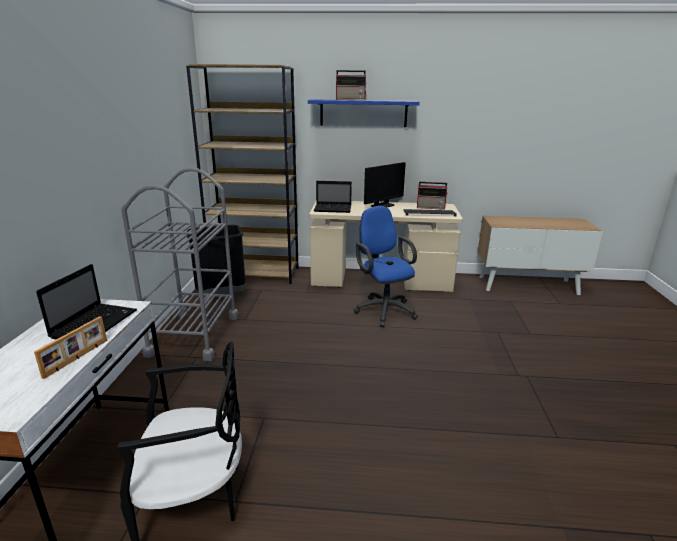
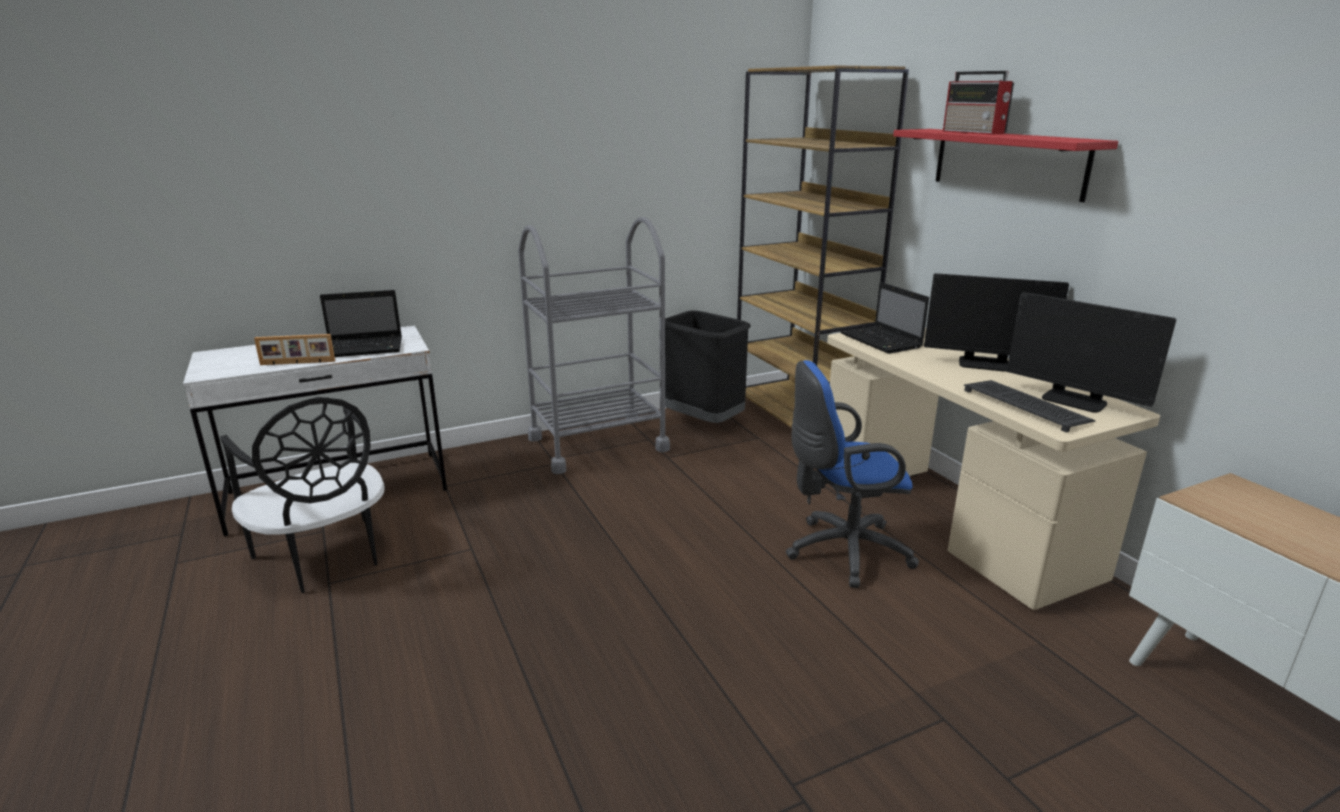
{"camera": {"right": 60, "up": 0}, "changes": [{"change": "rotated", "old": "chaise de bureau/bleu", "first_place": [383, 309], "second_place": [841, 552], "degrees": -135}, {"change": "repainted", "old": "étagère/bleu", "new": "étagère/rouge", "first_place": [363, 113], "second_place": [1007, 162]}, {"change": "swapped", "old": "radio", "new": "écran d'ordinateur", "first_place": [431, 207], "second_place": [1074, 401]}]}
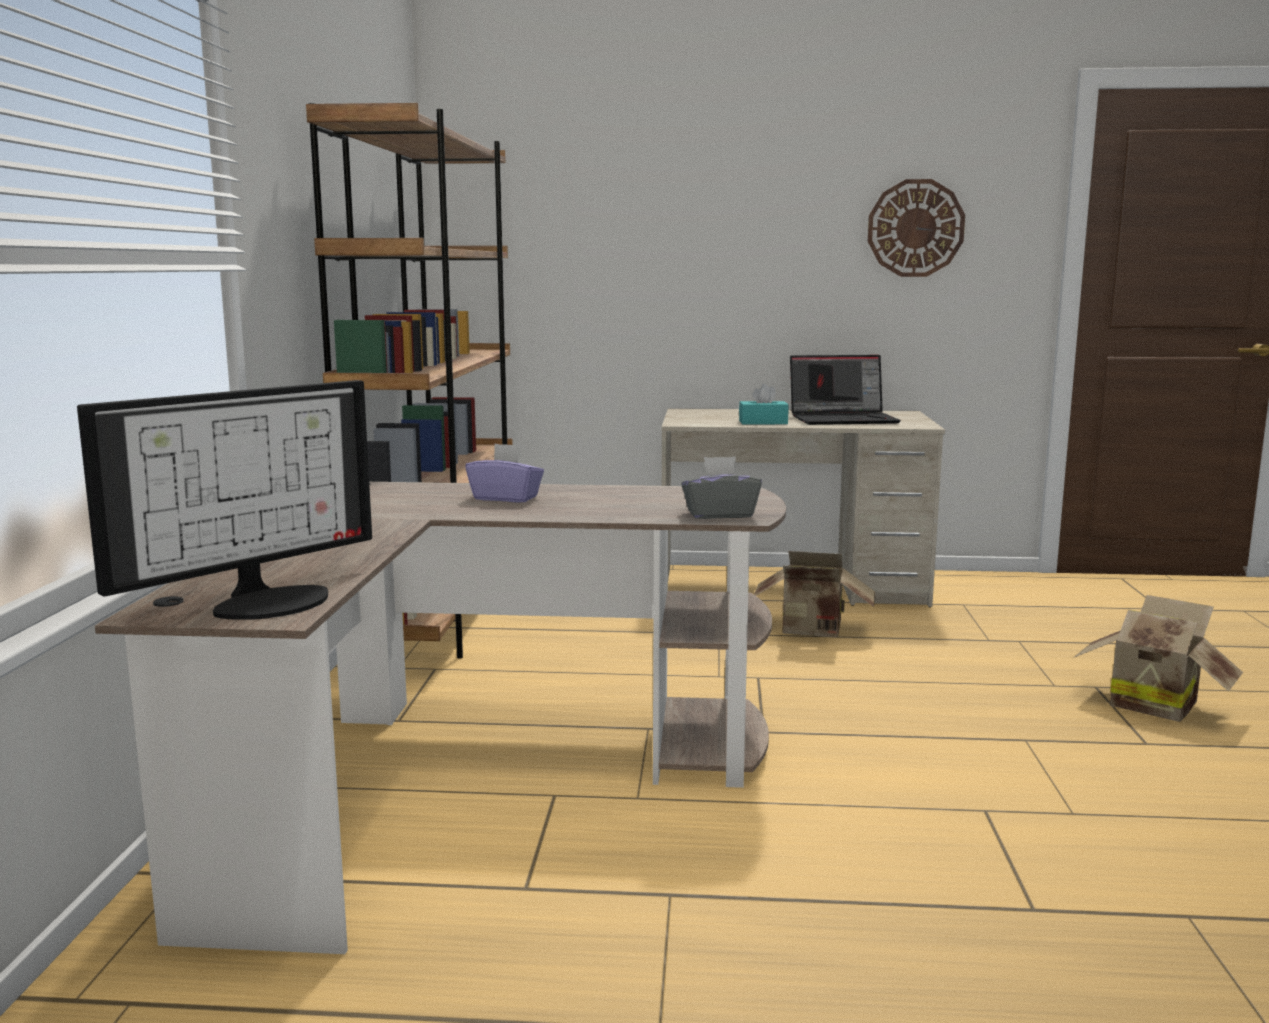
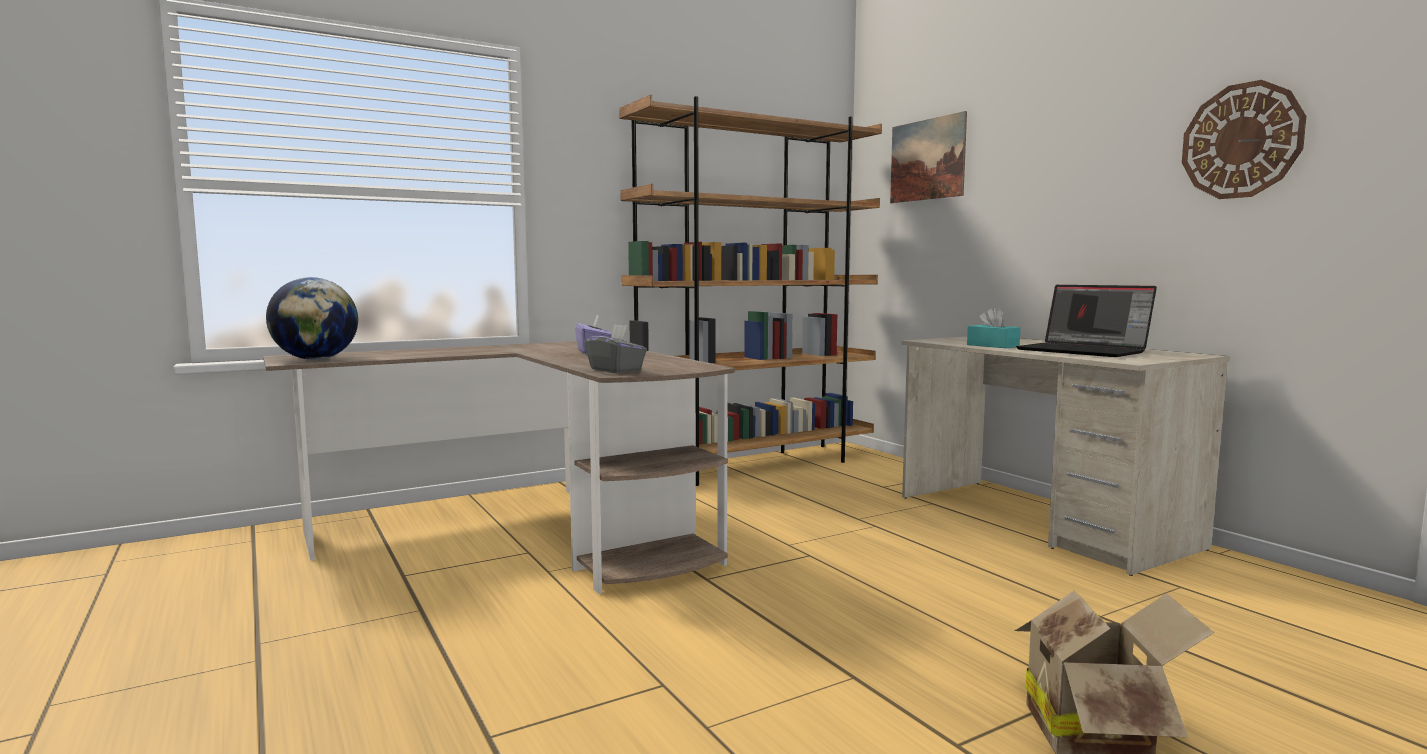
{"camera": {"right": 55, "up": -5}, "changes": [{"change": "swapped", "old": "écran d'ordinateur", "new": "globe", "first_place": [268, 600], "second_place": [316, 359]}, {"change": "new", "new": "tableau", "second_place": [927, 159]}, {"change": "gone", "old": "carton", "first_place": [813, 631]}]}
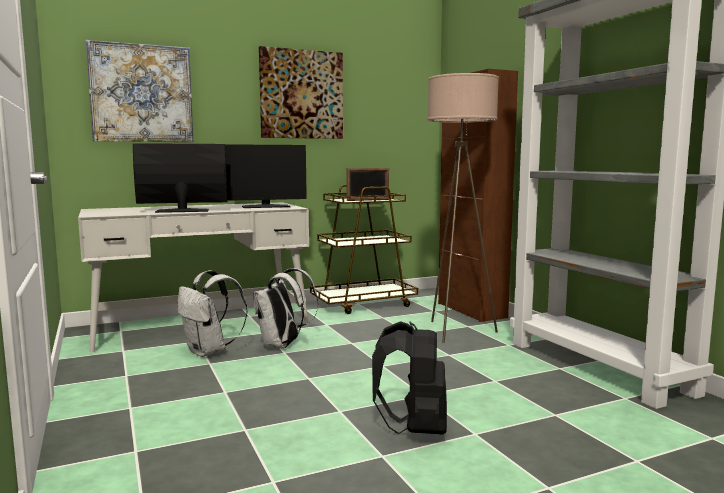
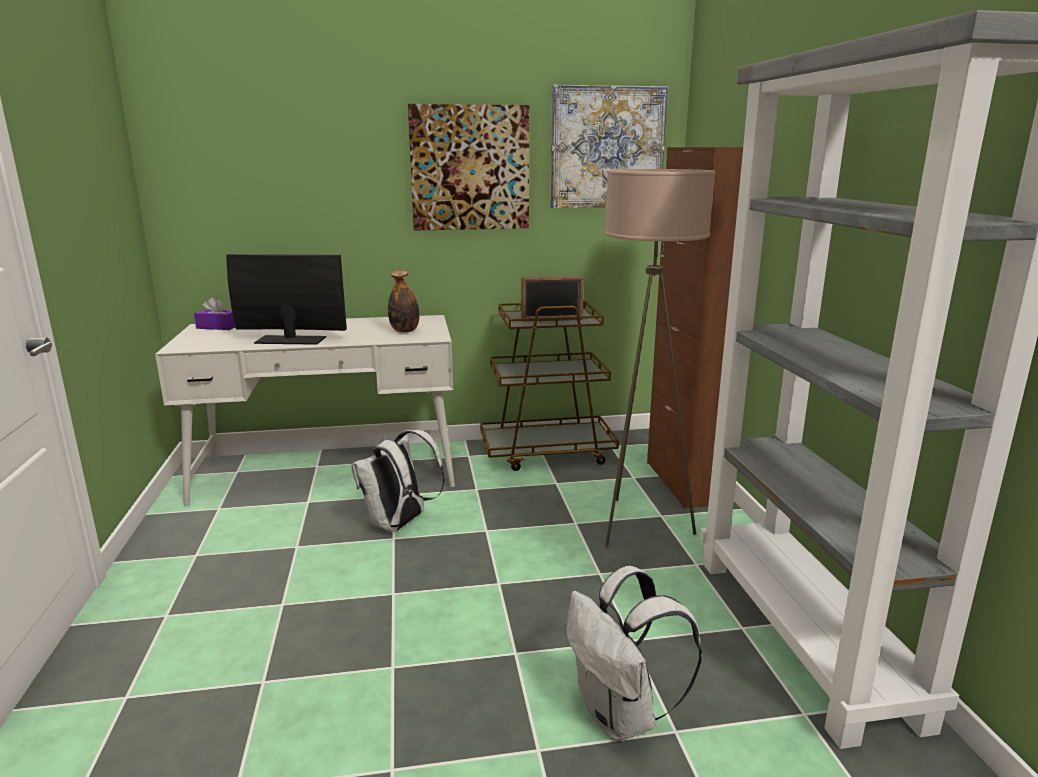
{"camera": {"right": 15, "up": 10}, "changes": [{"change": "new", "new": "boîte à mouchoirs/violet", "second_place": [218, 327]}, {"change": "swapped", "old": "écran d'ordinateur", "new": "bouteille", "first_place": [266, 206], "second_place": [404, 331]}, {"change": "shifted", "old": "tableau", "first_place": [141, 93], "second_place": [607, 147]}, {"change": "shifted", "old": "sac à dos/blanc", "first_place": [209, 351], "second_place": [621, 716]}, {"change": "gone", "old": "sac à dos/noir", "first_place": [415, 429]}]}
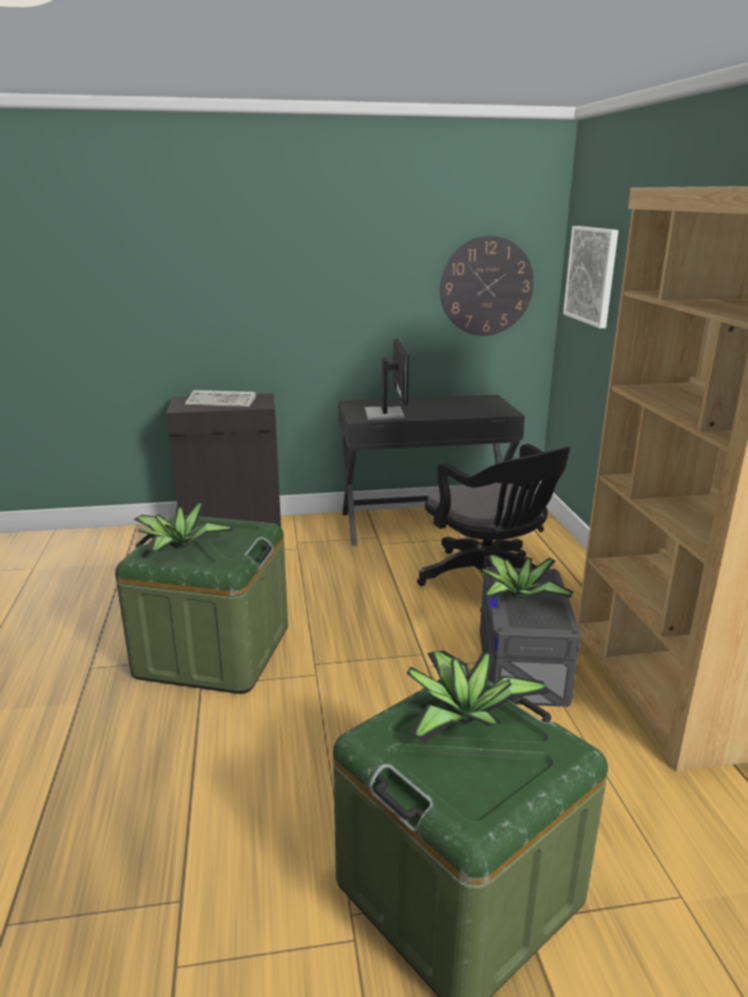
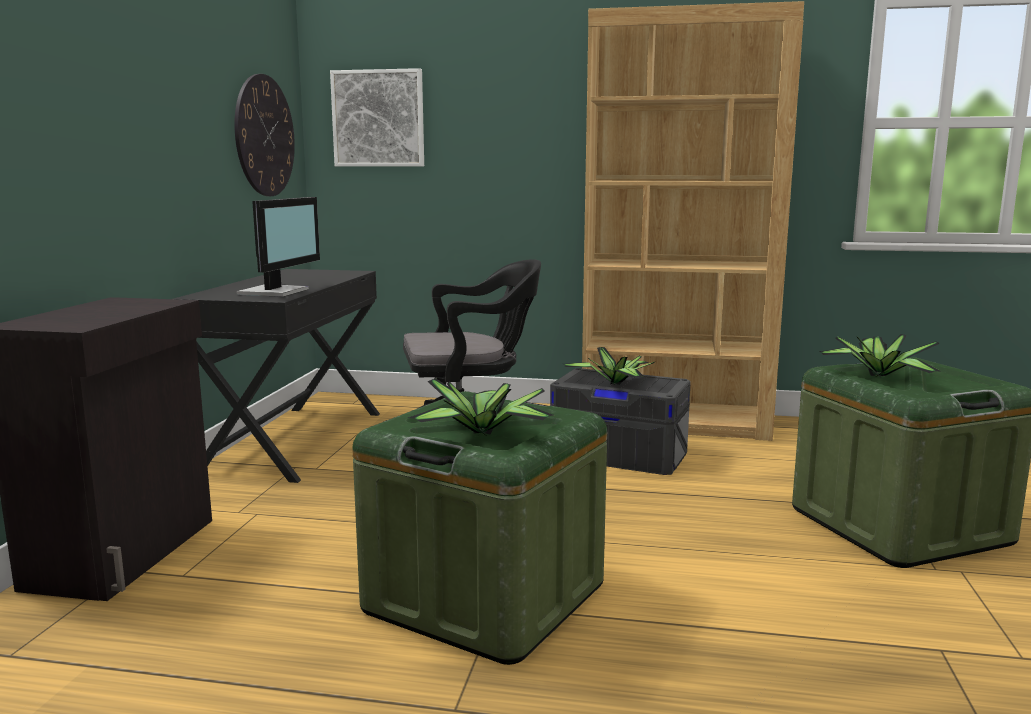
{"camera": {"right": -70, "up": -10}, "changes": [{"change": "rotated", "old": "écran d'ordinateur", "first_place": [386, 413], "second_place": [276, 292], "degrees": 90}, {"change": "gone", "old": "clavier", "first_place": [223, 402]}]}
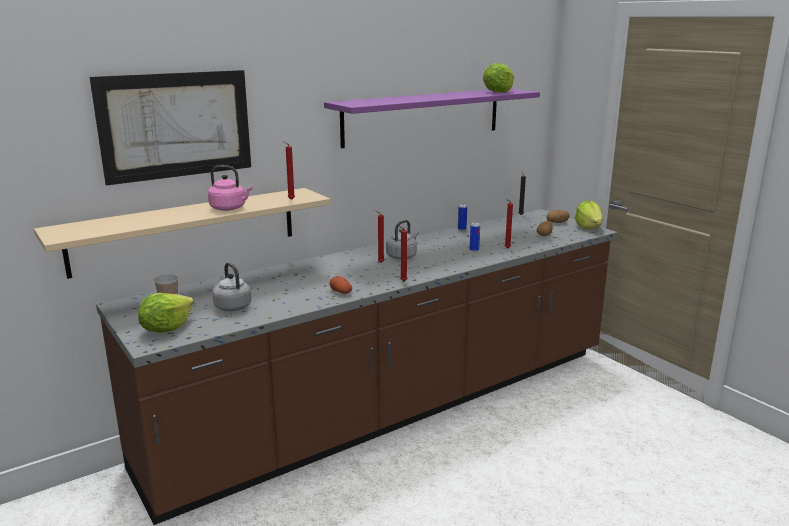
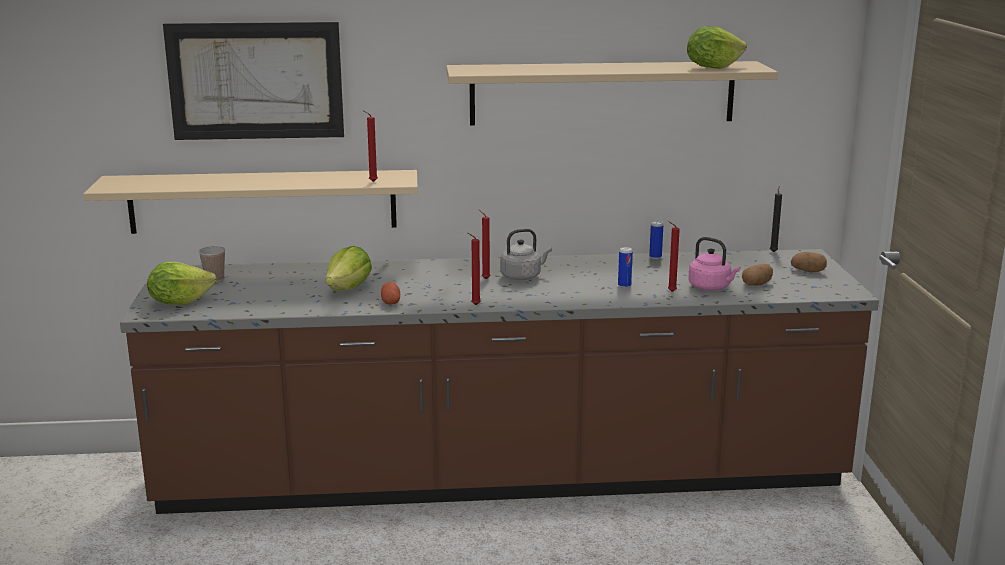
{"camera": {"right": 30, "up": 0}, "changes": [{"change": "shifted", "old": "laitue", "first_place": [588, 227], "second_place": [349, 288]}, {"change": "repainted", "old": "étagère/violet", "new": "étagère/beige", "first_place": [423, 116], "second_place": [602, 93]}, {"change": "shifted", "old": "bouilloire/rose", "first_place": [230, 208], "second_place": [711, 287]}, {"change": "gone", "old": "bouilloire/gris", "first_place": [232, 306]}]}
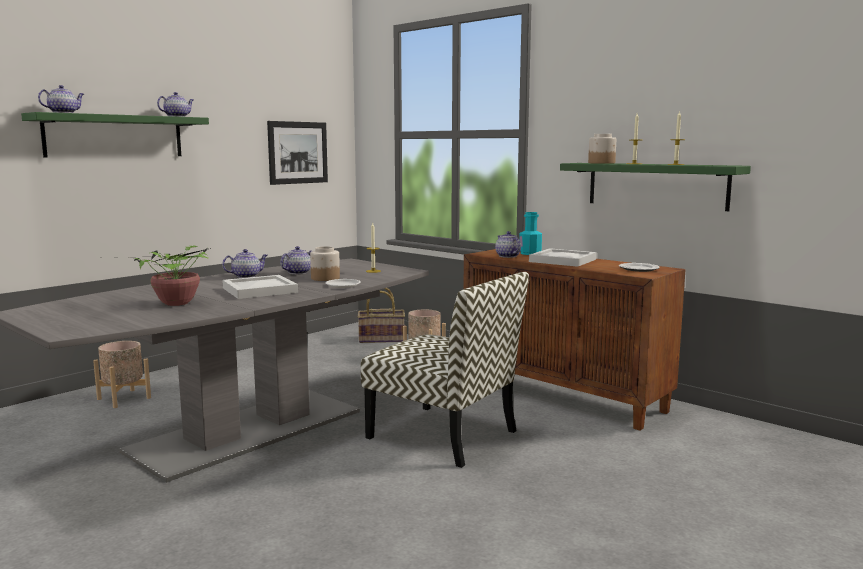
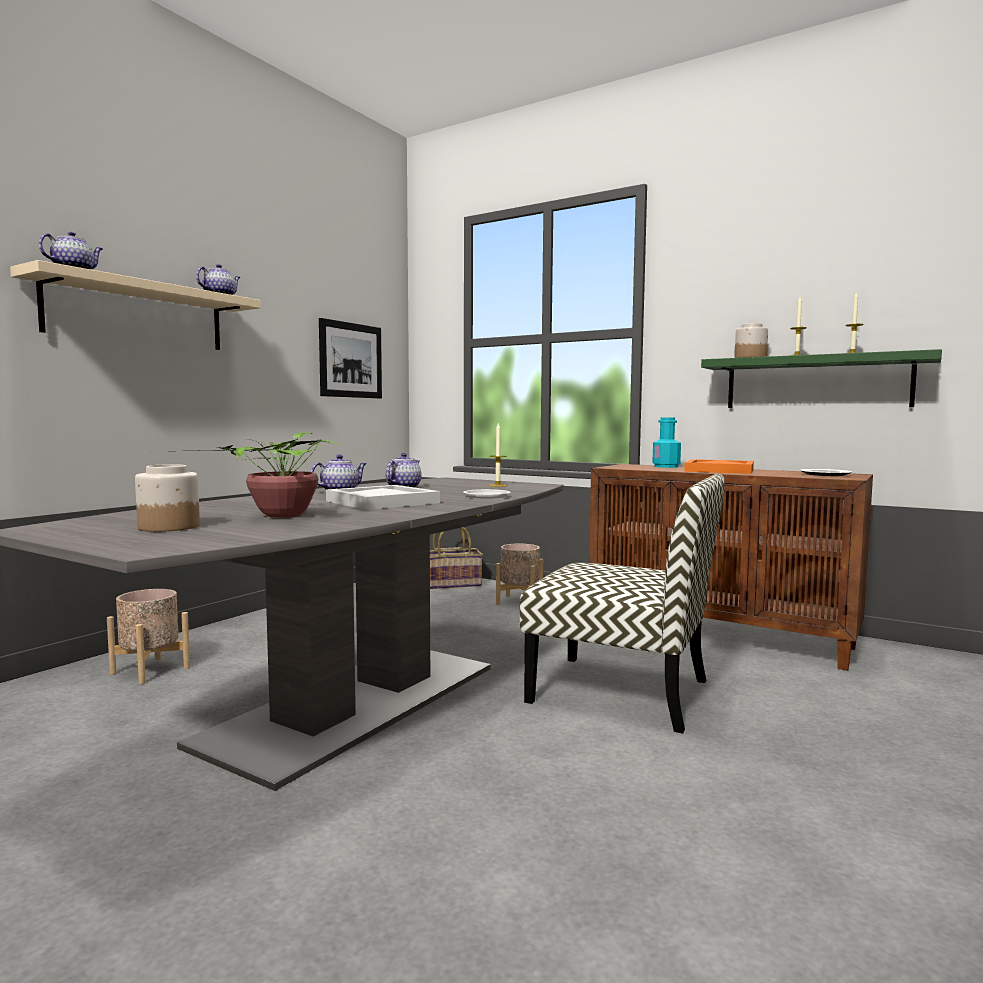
{"camera": {"right": -10, "up": -5}, "changes": [{"change": "repainted", "old": "étagère/vert", "new": "étagère/beige", "first_place": [115, 136], "second_place": [137, 314]}, {"change": "shifted", "old": "bocal", "first_place": [325, 278], "second_place": [168, 527]}, {"change": "repainted", "old": "plateau/blanc", "new": "plateau/orange", "first_place": [562, 260], "second_place": [718, 470]}, {"change": "gone", "old": "théière", "first_place": [507, 256]}]}
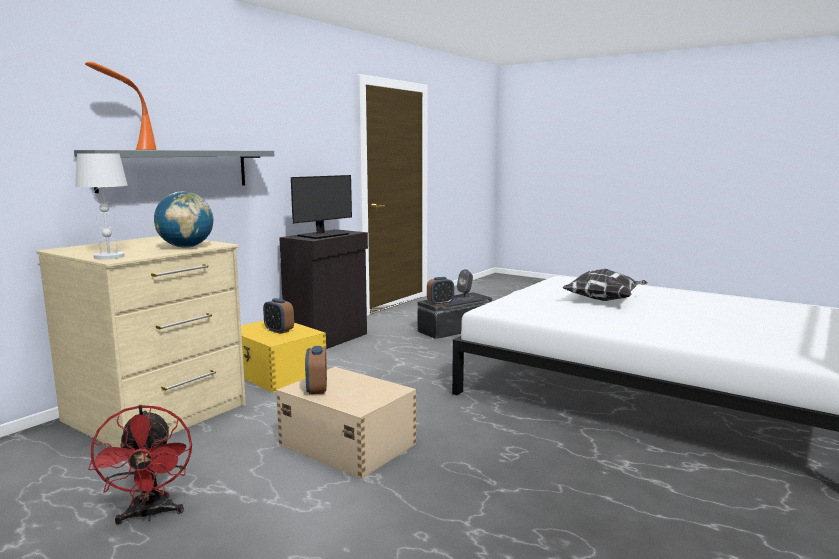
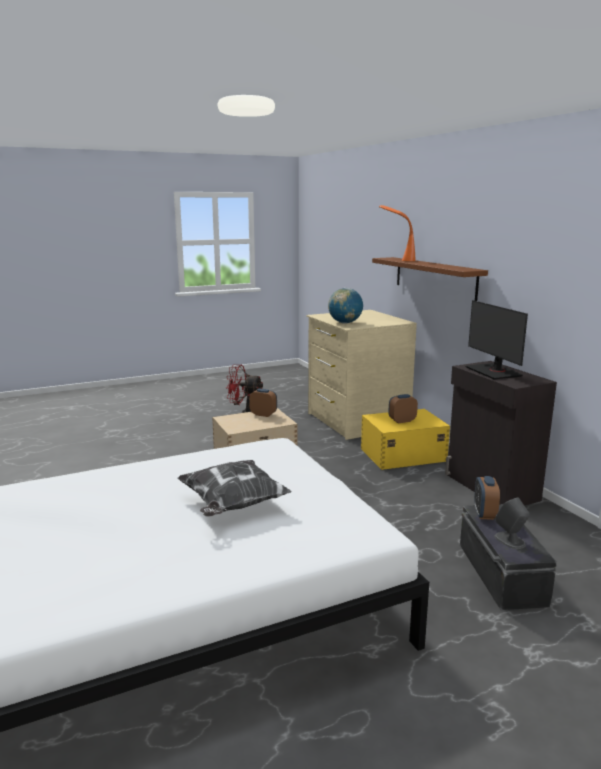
{"camera": {"right": 120, "up": 5}, "changes": [{"change": "repainted", "old": "étagère/gris", "new": "étagère/marron", "first_place": [176, 169], "second_place": [434, 277]}, {"change": "gone", "old": "lampe de table/blanc", "first_place": [109, 257]}]}
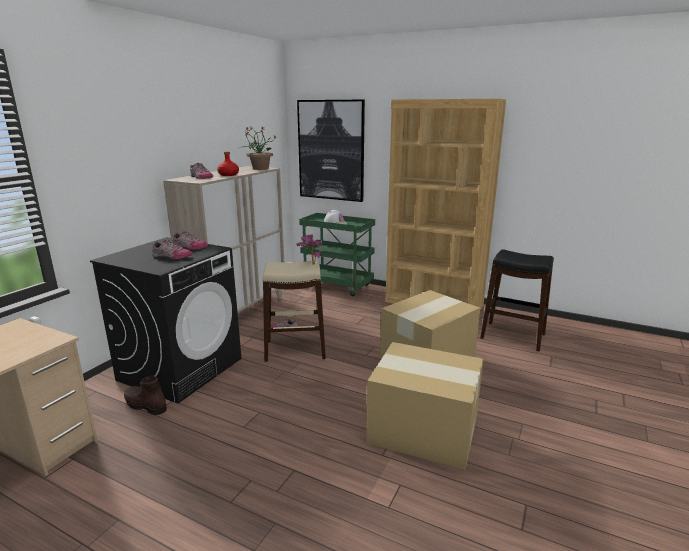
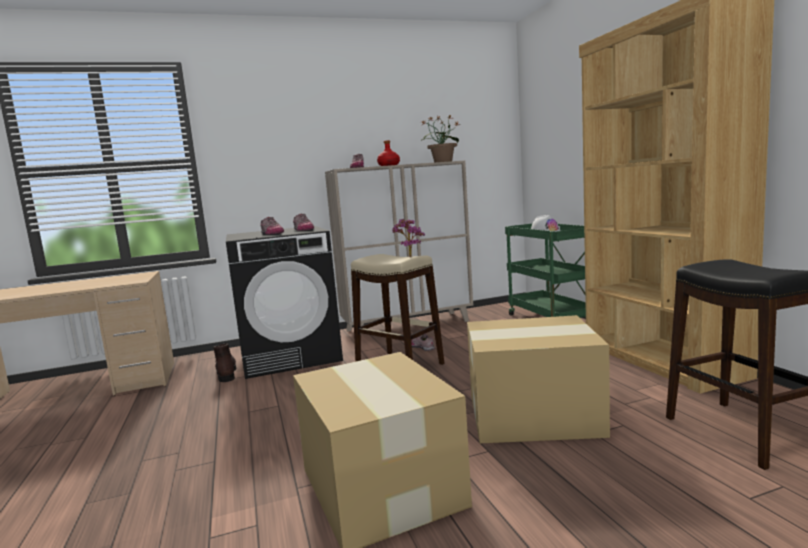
{"camera": {"right": 45, "up": -10}, "changes": [{"change": "gone", "old": "tableau", "first_place": [331, 150]}]}
